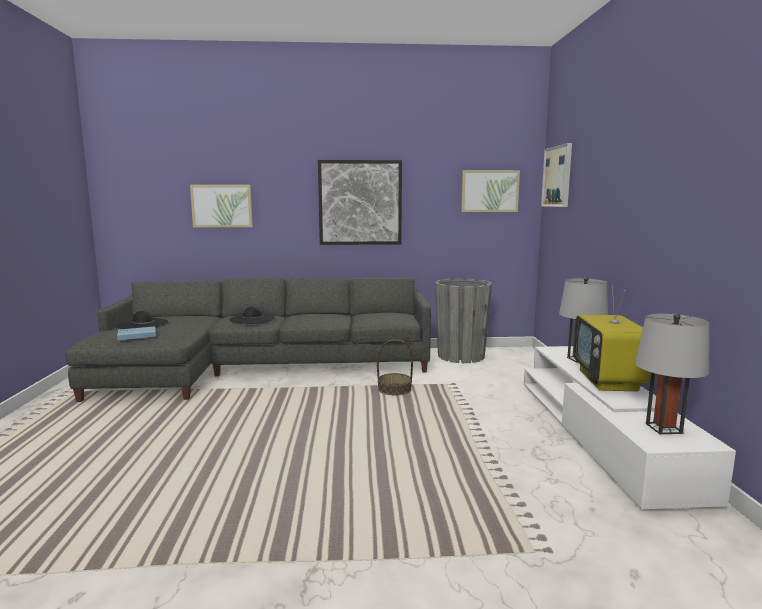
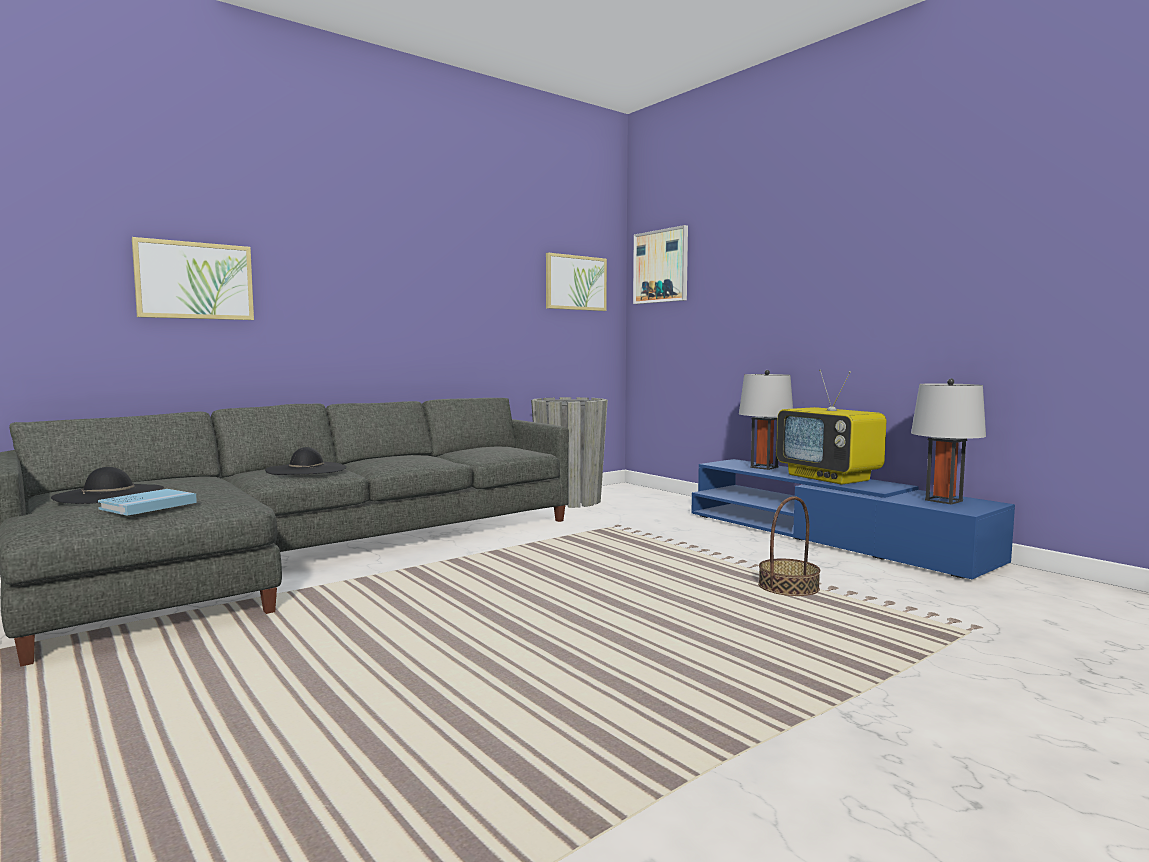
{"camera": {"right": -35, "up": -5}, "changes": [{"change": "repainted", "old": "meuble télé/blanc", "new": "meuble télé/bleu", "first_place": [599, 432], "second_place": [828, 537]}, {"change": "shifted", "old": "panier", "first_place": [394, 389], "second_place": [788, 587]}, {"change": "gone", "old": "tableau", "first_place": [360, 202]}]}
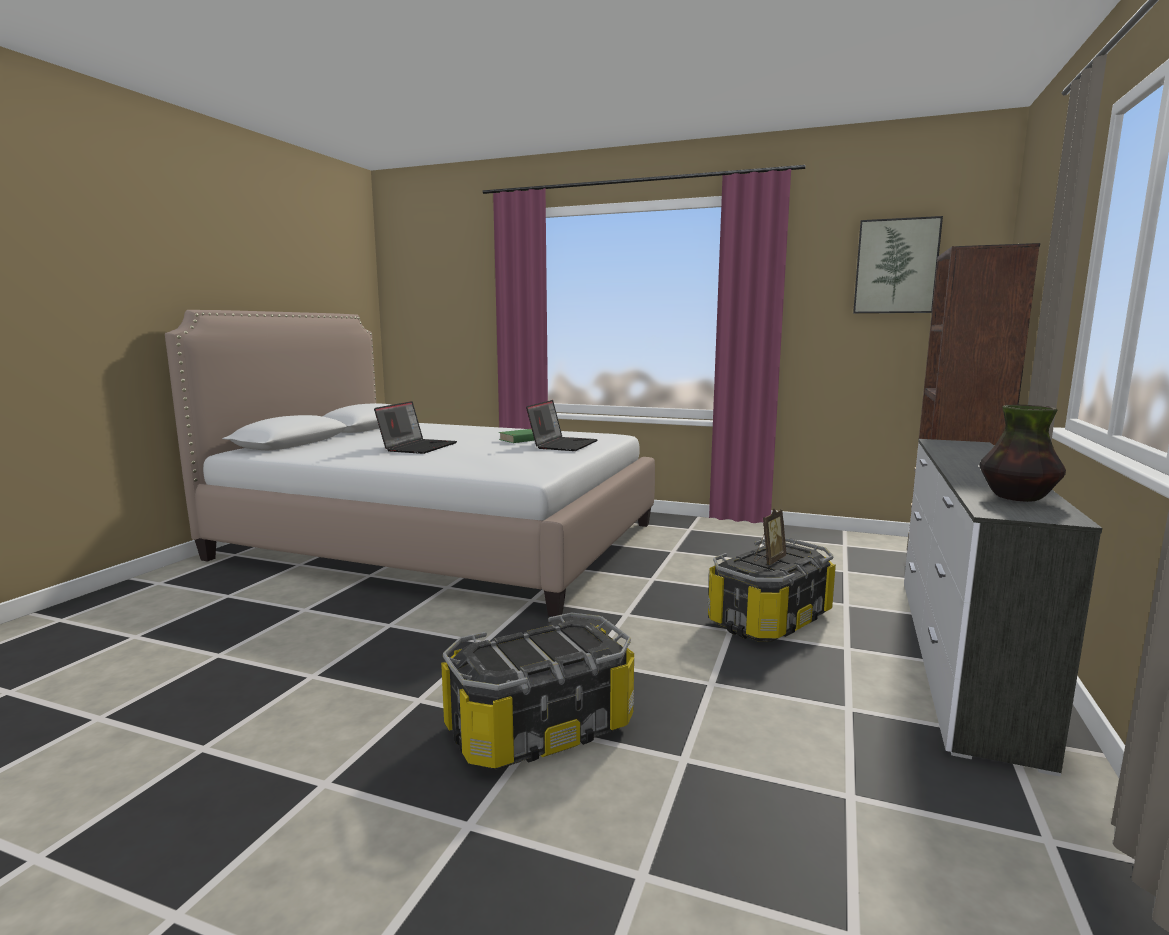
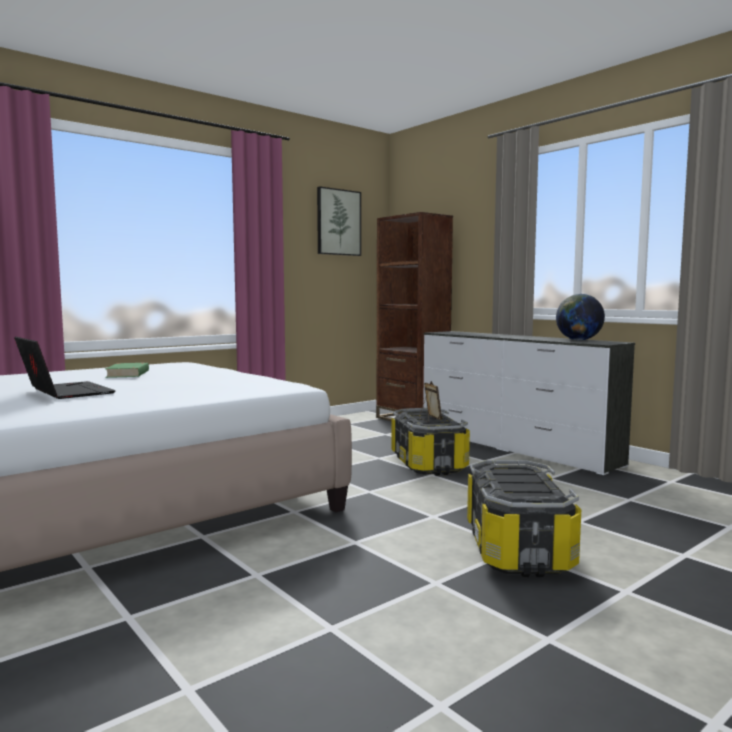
{"camera": {"right": -60, "up": -5}, "changes": [{"change": "swapped", "old": "vase", "new": "globe", "first_place": [1017, 497], "second_place": [578, 340]}, {"change": "gone", "old": "ordinateur portable", "first_place": [563, 444]}]}
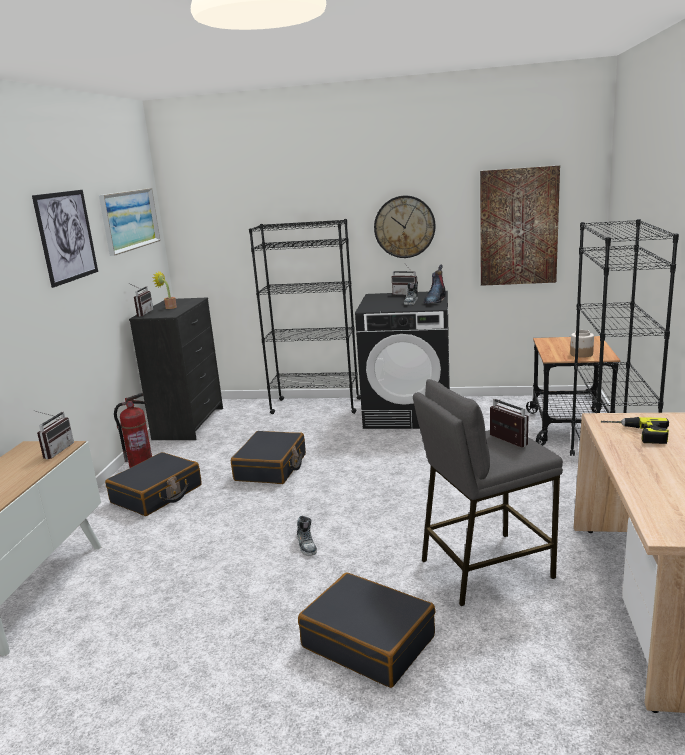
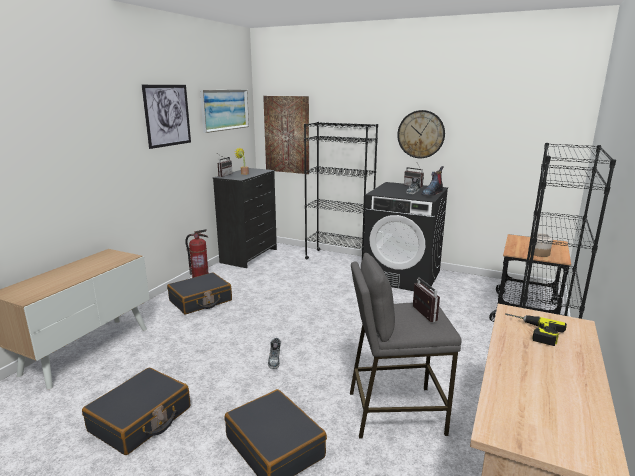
{"camera": {"right": 15, "up": 0}, "changes": [{"change": "shifted", "old": "valise/noir", "first_place": [271, 467], "second_place": [141, 420]}, {"change": "shifted", "old": "tableau", "first_place": [518, 227], "second_place": [287, 134]}, {"change": "gone", "old": "radio", "first_place": [55, 451]}]}
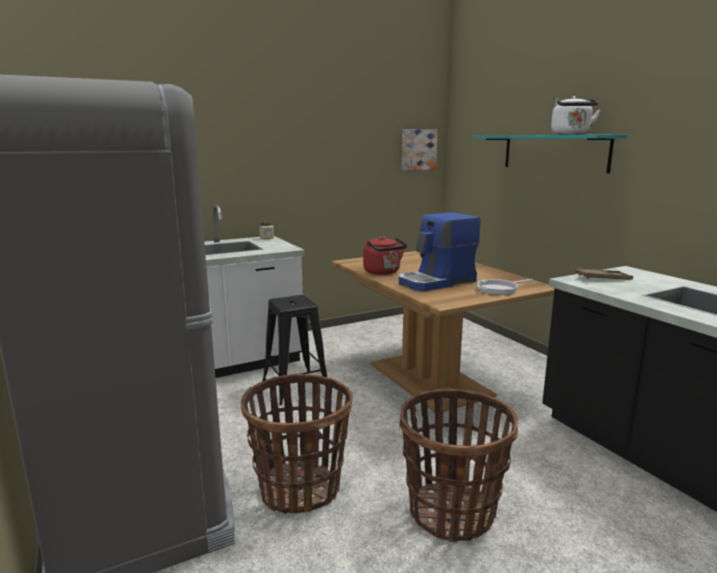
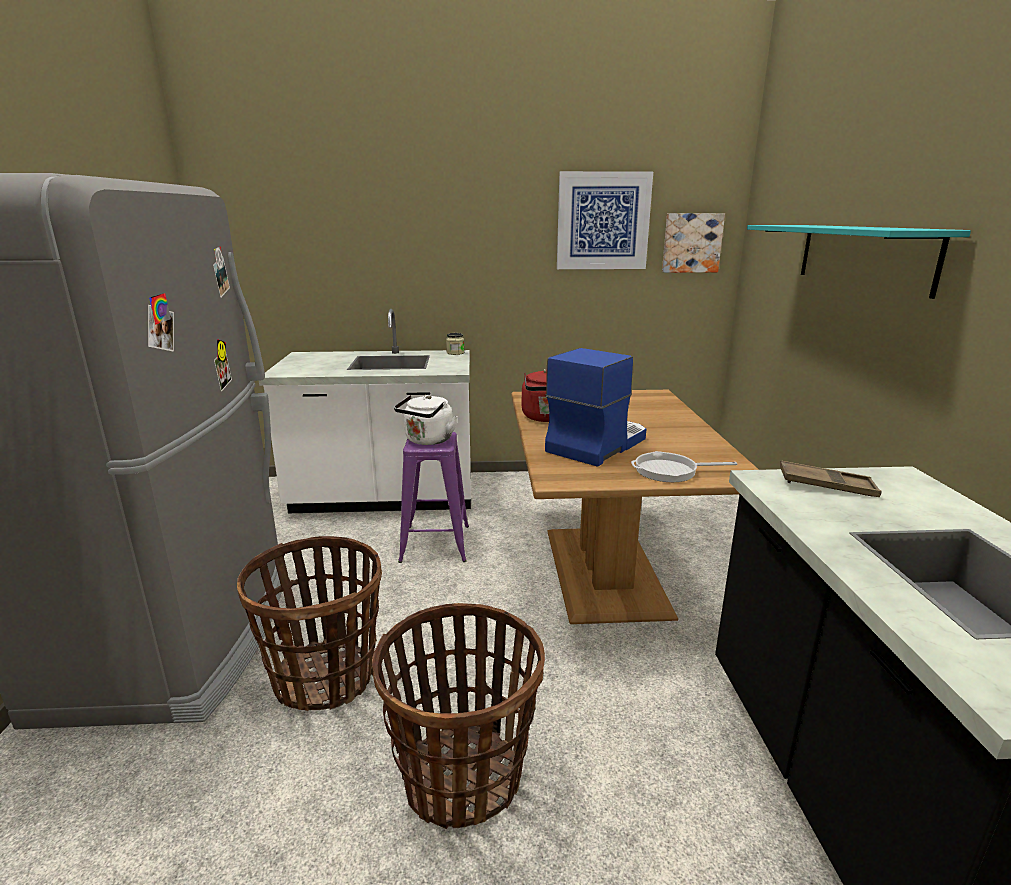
{"camera": {"right": 25, "up": 5}, "changes": [{"change": "shifted", "old": "bouilloire/blanc", "first_place": [571, 134], "second_place": [427, 441]}, {"change": "repainted", "old": "tabouret/noir", "new": "tabouret/violet", "first_place": [295, 388], "second_place": [435, 544]}, {"change": "rotated", "old": "machine à café", "first_place": [437, 282], "second_place": [596, 444], "degrees": 135}, {"change": "new", "new": "tableau", "second_place": [603, 221]}]}
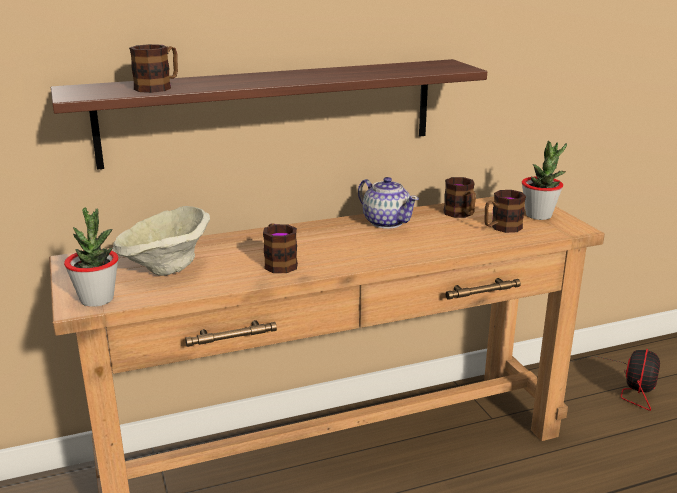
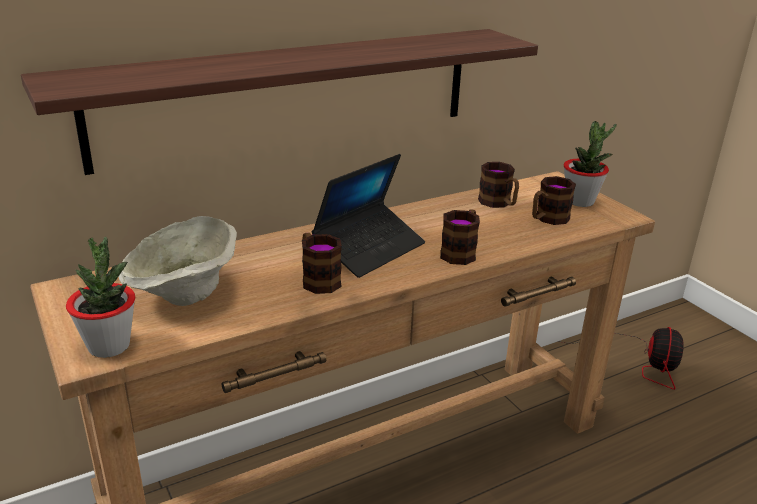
{"camera": {"right": -10, "up": 5}, "changes": [{"change": "new", "new": "ordinateur portable", "second_place": [369, 248]}, {"change": "shifted", "old": "mug", "first_place": [158, 87], "second_place": [461, 252]}, {"change": "gone", "old": "théière", "first_place": [386, 222]}]}
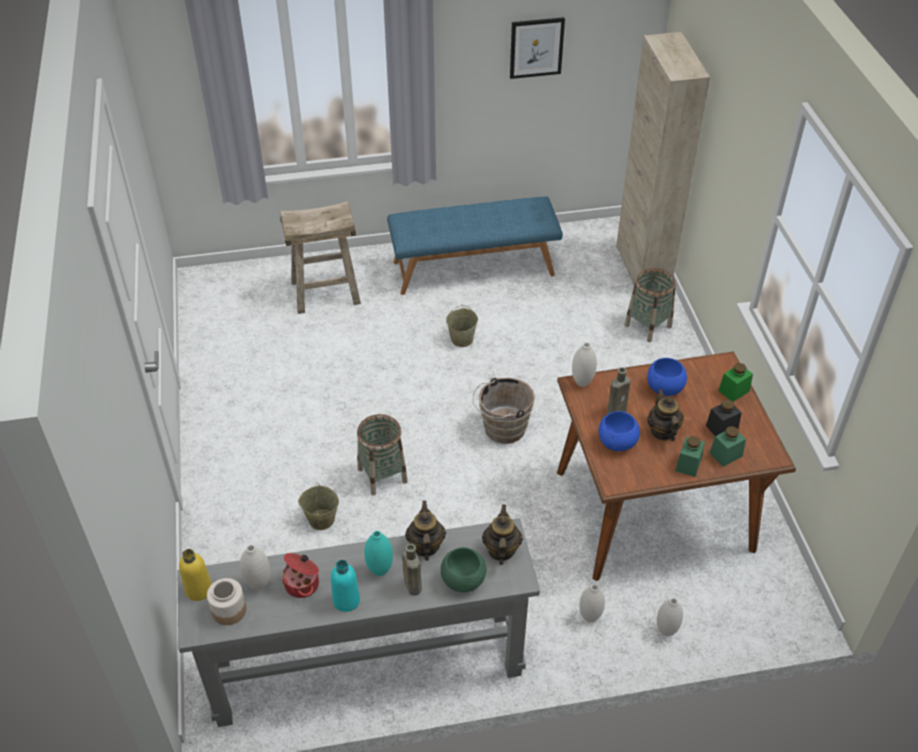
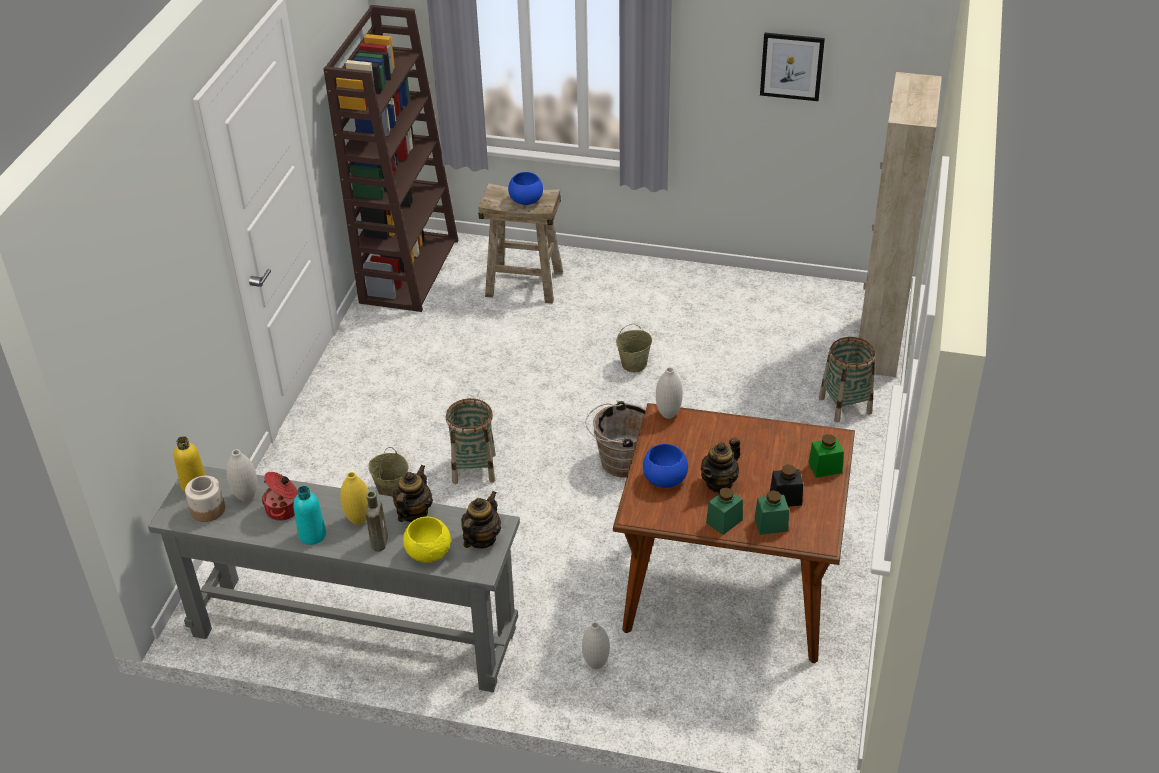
{"camera": {"right": 25, "up": -5}, "changes": [{"change": "new", "new": "bibliothèque/marron", "second_place": [409, 270]}, {"change": "repainted", "old": "vase/turquoise", "new": "vase/jaune", "first_place": [380, 570], "second_place": [359, 520]}, {"change": "repainted", "old": "bol/vert", "new": "bol/jaune", "first_place": [462, 581], "second_place": [427, 553]}, {"change": "shifted", "old": "bol/bleu", "first_place": [664, 387], "second_place": [526, 200]}, {"change": "rotated", "old": "théière", "first_place": [662, 431], "second_place": [719, 483], "degrees": -150}, {"change": "gone", "old": "banc/bleu", "first_place": [473, 267]}, {"change": "gone", "old": "bouteille/marron", "first_place": [618, 410]}, {"change": "gone", "old": "vase/blanc", "first_place": [666, 631]}]}
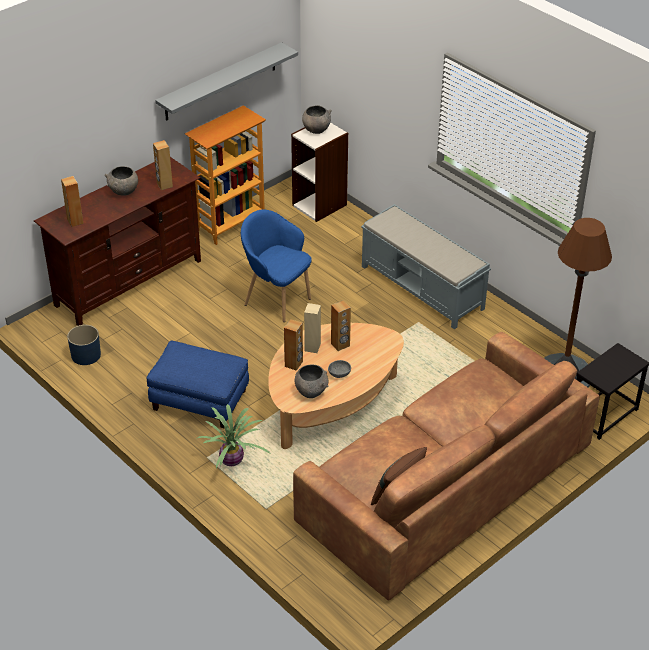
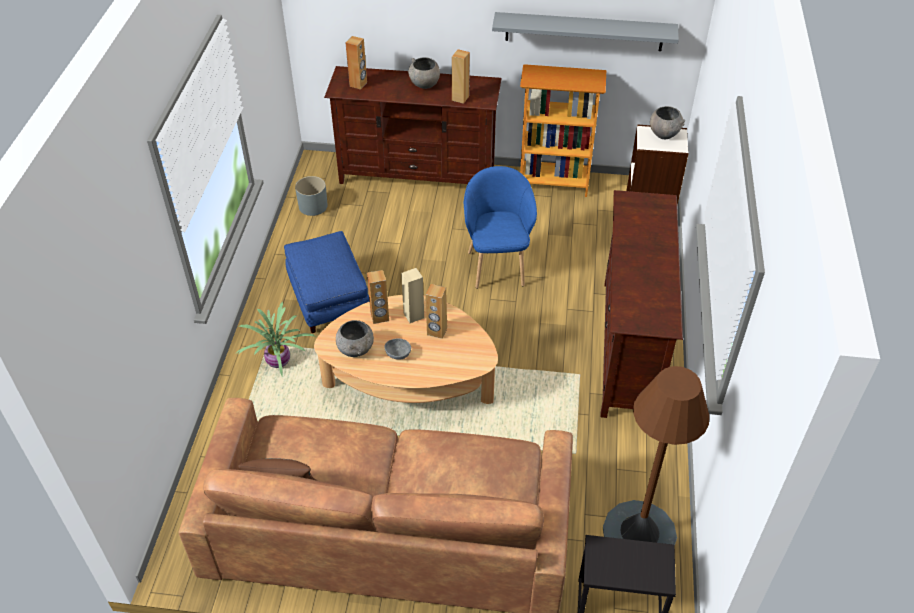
{"camera": {"right": 50, "up": 5}, "changes": [{"change": "repainted", "old": "cache-pot/bleu", "new": "cache-pot/gris", "first_place": [86, 355], "second_place": [313, 206]}, {"change": "swapped", "old": "banc/gris", "new": "meuble télé/marron", "first_place": [423, 288], "second_place": [629, 349]}]}
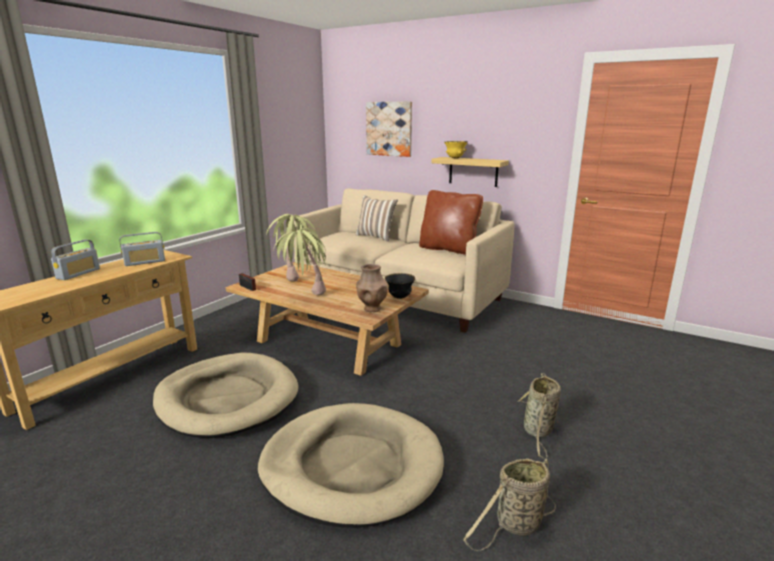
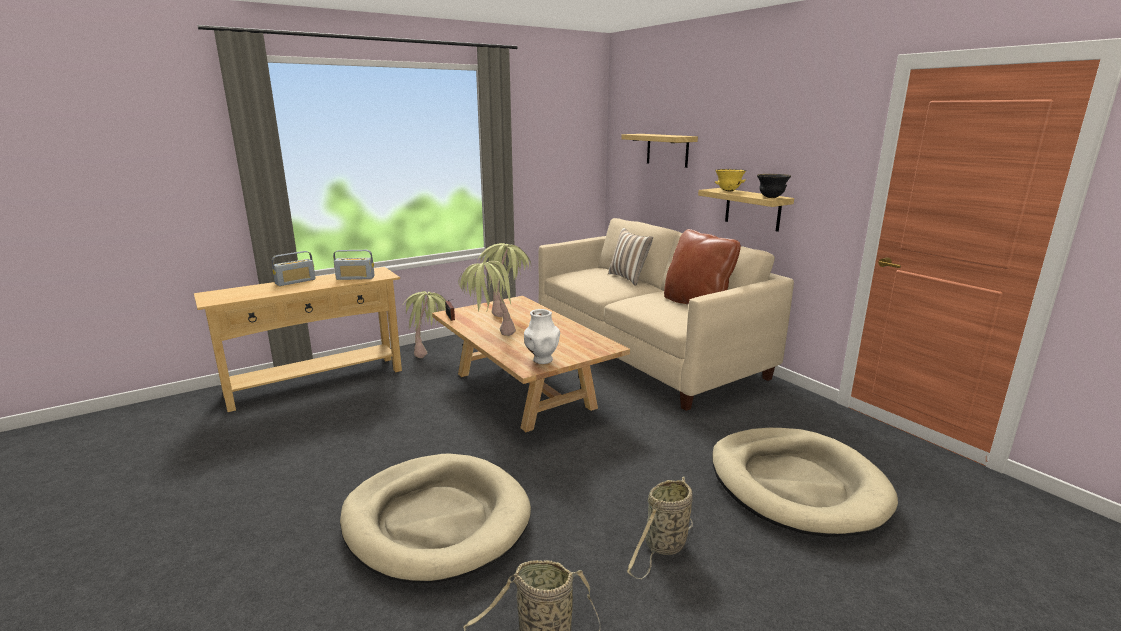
{"camera": {"right": 25, "up": 0}, "changes": [{"change": "new", "new": "plante en pot", "second_place": [430, 351]}, {"change": "repainted", "old": "vase/marron", "new": "vase/blanc", "first_place": [372, 309], "second_place": [542, 360]}, {"change": "swapped", "old": "tableau", "new": "étagère", "first_place": [389, 129], "second_place": [667, 150]}, {"change": "shifted", "old": "panier pour chien/beige", "first_place": [227, 399], "second_place": [796, 485]}, {"change": "shifted", "old": "bol/noir", "first_place": [399, 297], "second_place": [771, 198]}]}
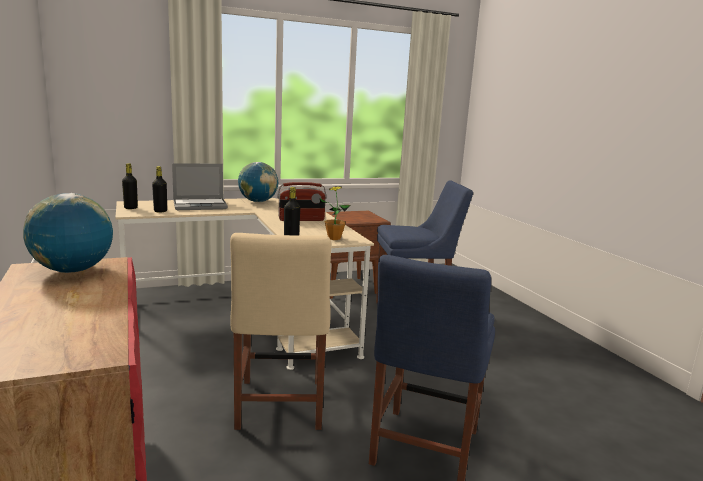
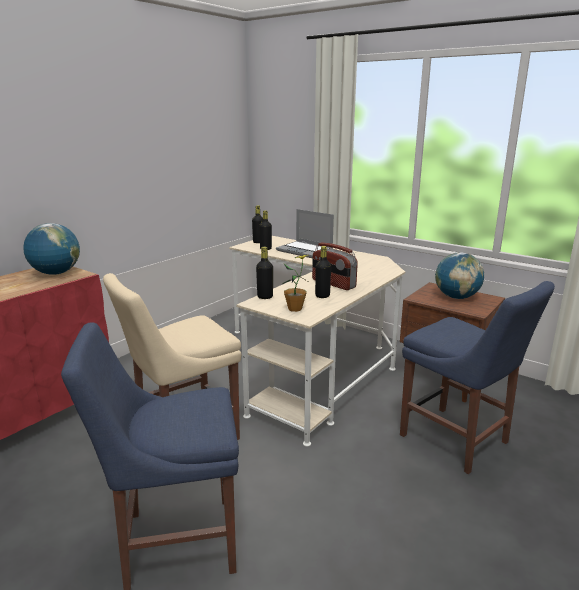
{"camera": {"right": 60, "up": 5}, "changes": [{"change": "new", "new": "bouteille/noir", "second_place": [322, 296]}, {"change": "shifted", "old": "globe", "first_place": [258, 201], "second_place": [456, 297]}]}
